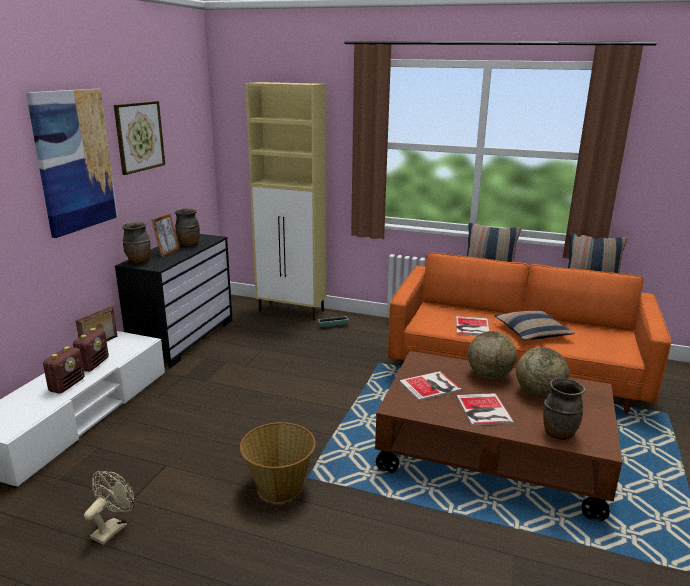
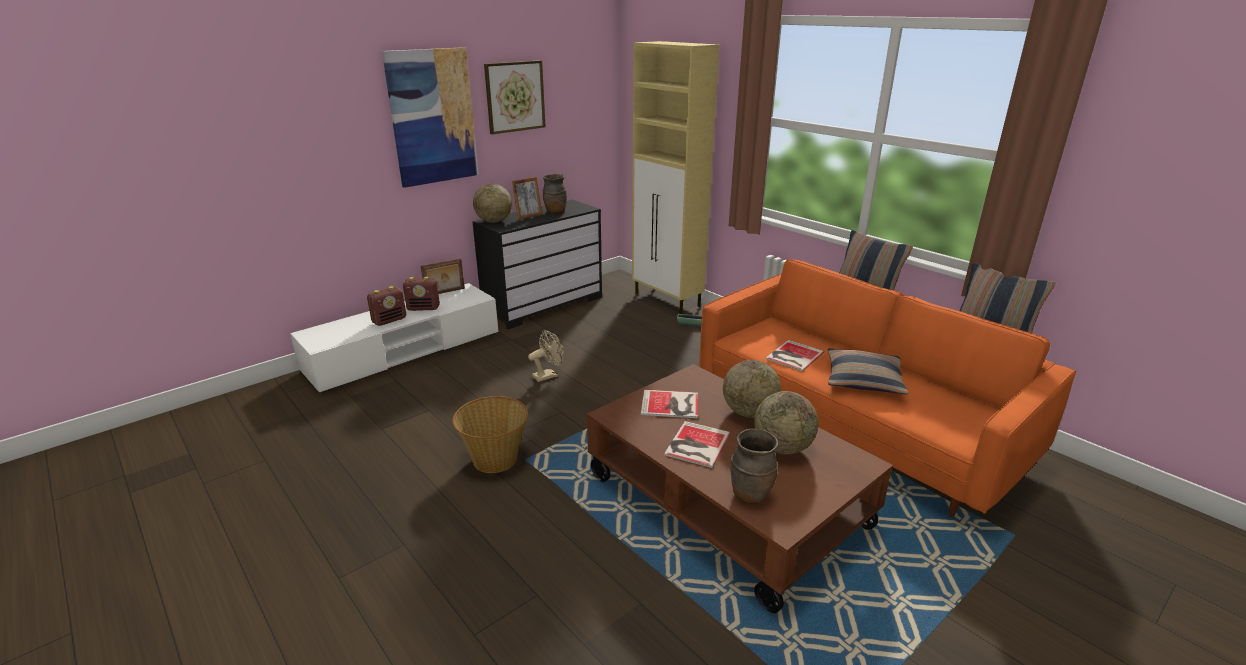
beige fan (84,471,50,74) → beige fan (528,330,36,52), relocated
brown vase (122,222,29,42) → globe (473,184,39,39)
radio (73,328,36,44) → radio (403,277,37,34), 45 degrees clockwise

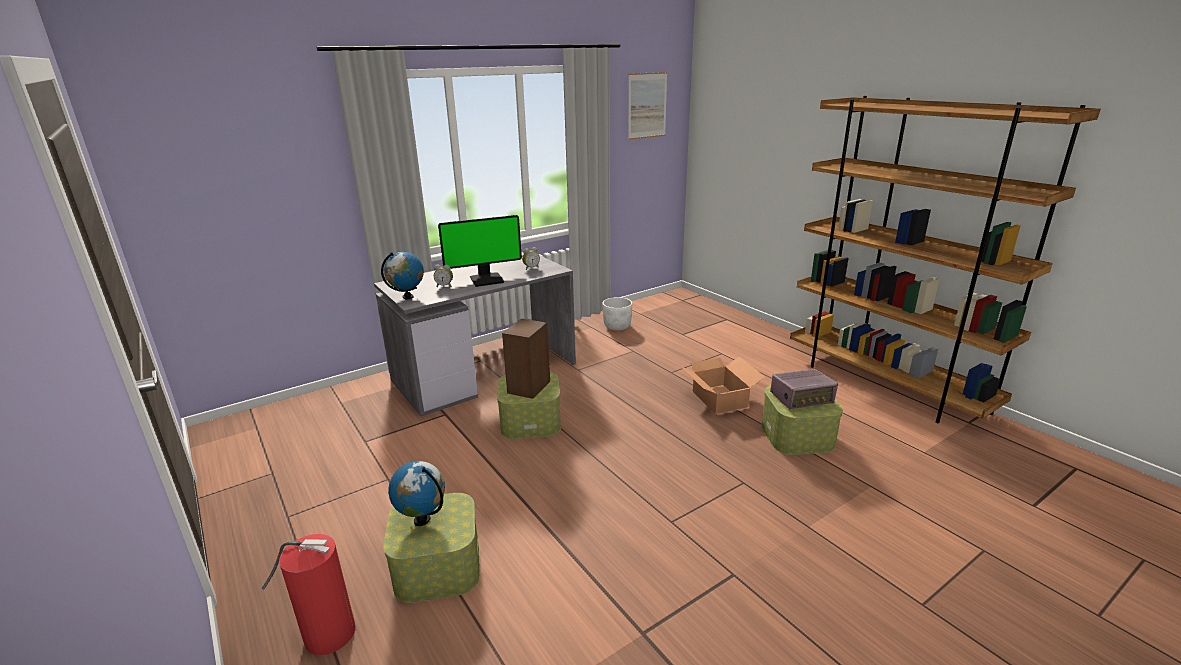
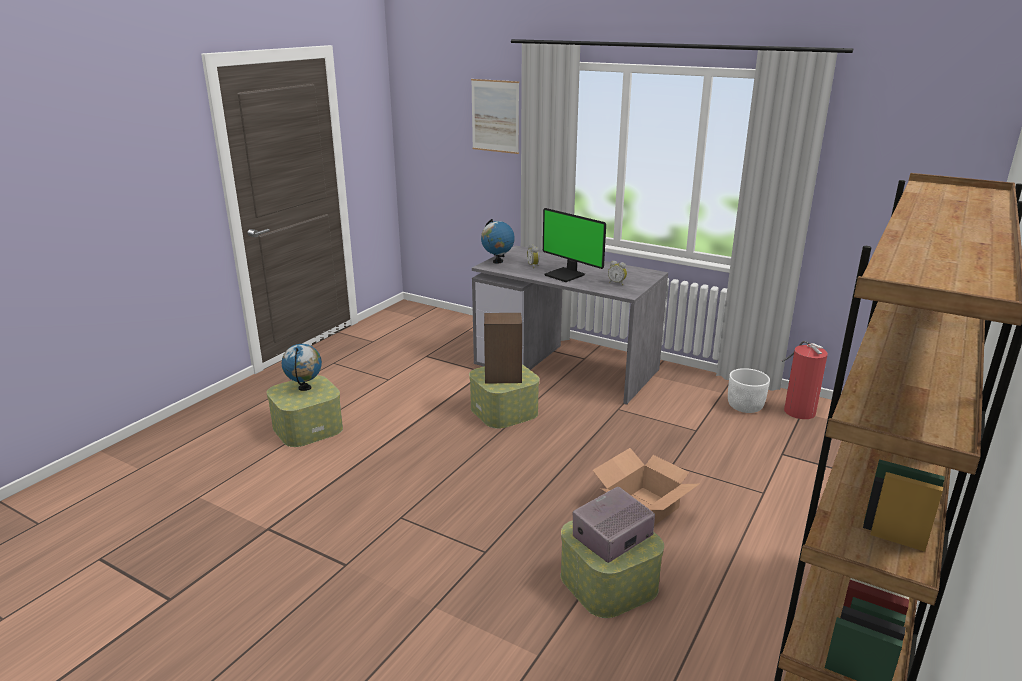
fire extinguisher (262,534,93,121) → fire extinguisher (782,341,46,78), relocated
picture (628,72,40,68) → picture (471,79,48,75), relocated
radio (770,369,68,41) → radio (573,487,82,76), 90 degrees clockwise

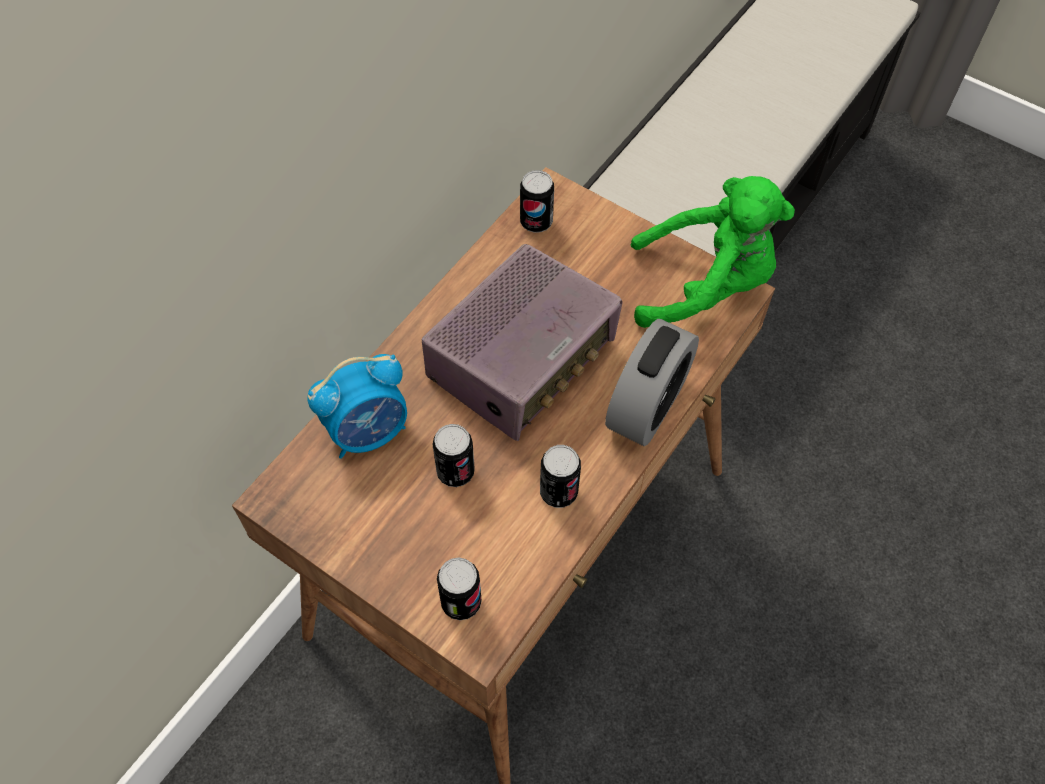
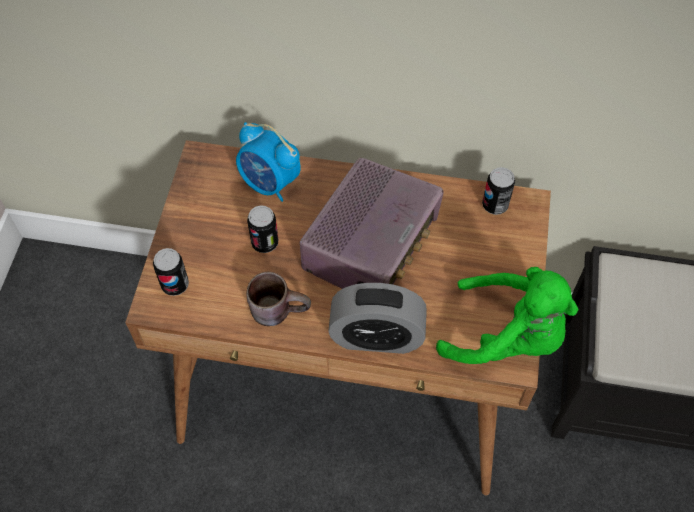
can (540,445,41,63) → brown mug (246,272,65,54)
radio (422,244,200,197) → radio (300,158,144,131), 75 degrees counterclockwise
green plush toy (631,176,164,152) → green plush toy (436,267,143,97), 45 degrees counterclockwise

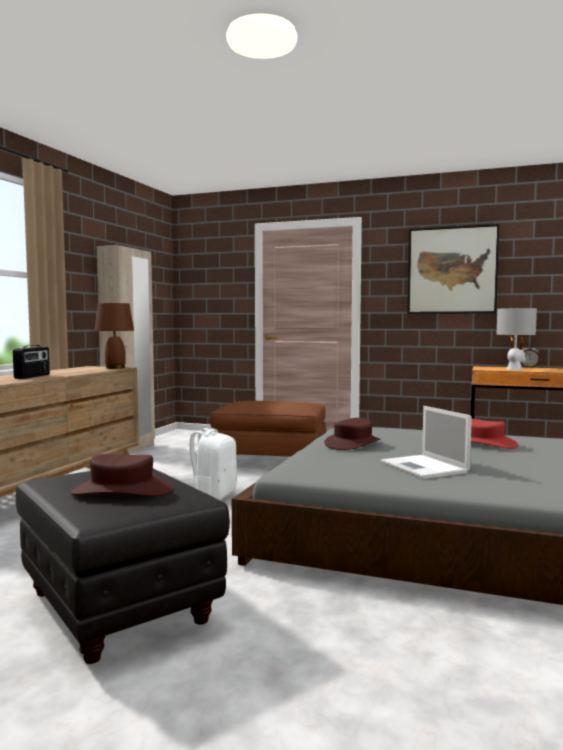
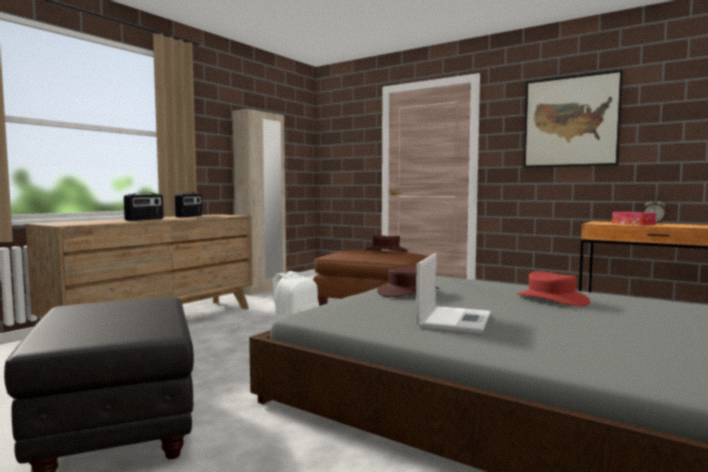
brown table lamp (95,303,39,66) → -
- → radio (175,192,27,25)
brown hat (71,454,101,42) → brown hat (364,235,44,17), relocated
grey table lamp (497,308,40,62) → tissue box (612,212,44,13)
laptop (381,406,91,73) → laptop (416,253,75,81), 150 degrees counterclockwise

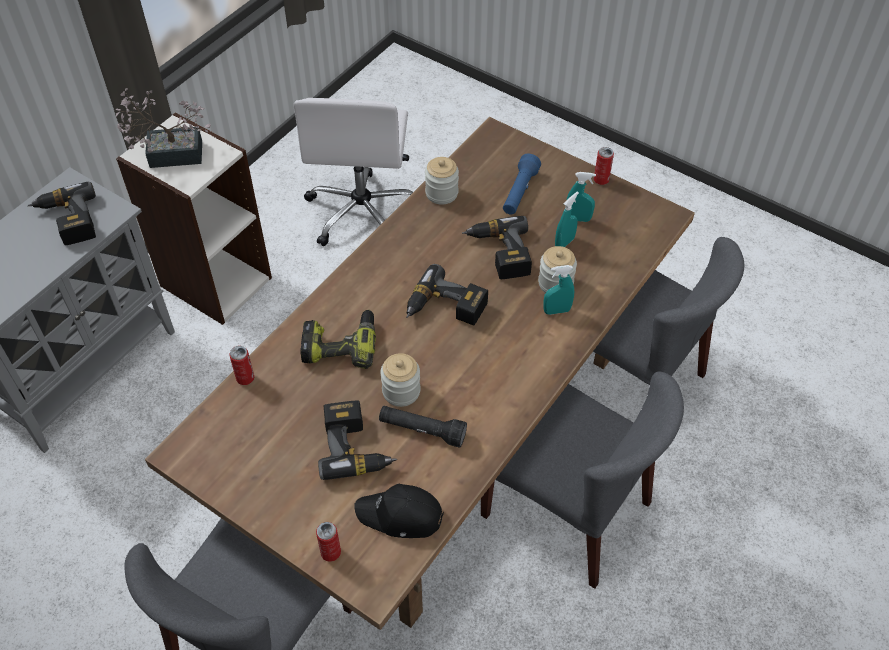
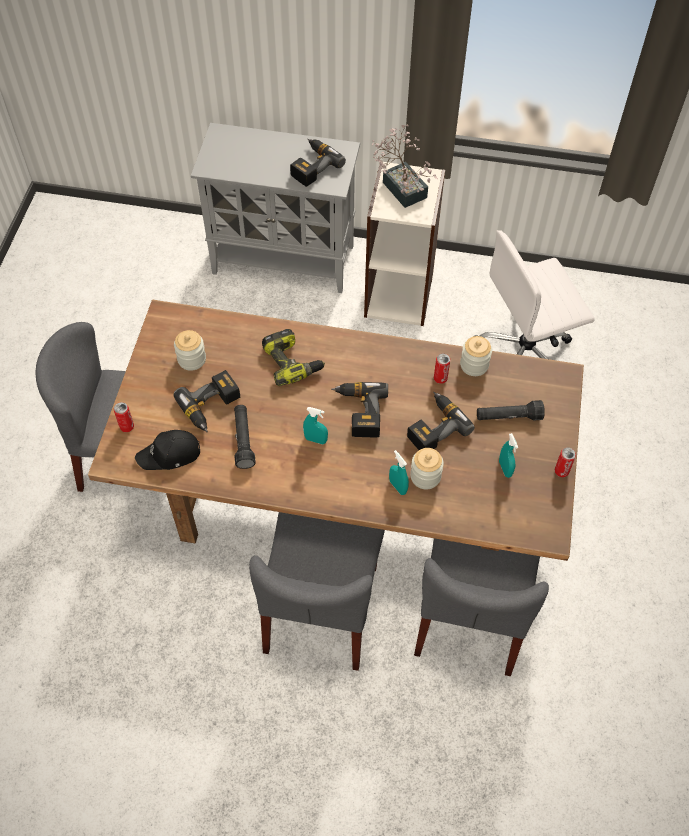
can (229,346,25,39) → can (434,354,16,30), relocated
jar (380,353,41,54) → jar (174,330,32,41), relocated
turquoise spray bottle (555,191,24,56) → turquoise spray bottle (303,407,25,37), relocated
blue flashlight (503,154,38,60) → black flashlight (477,400,68,20)
black cap (354,483,90,55) → black cap (135,430,65,40), 90 degrees counterclockwise

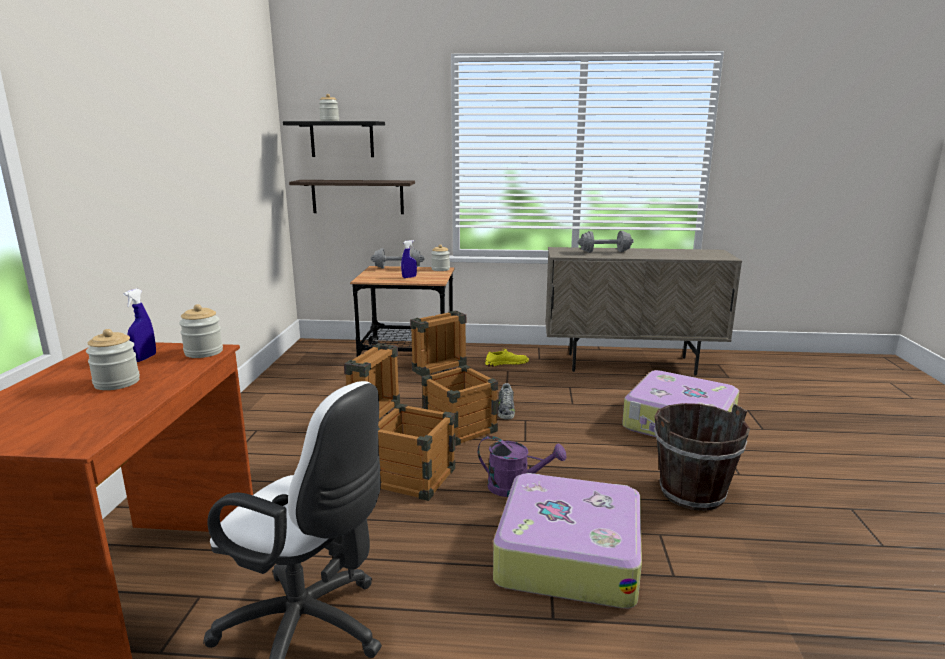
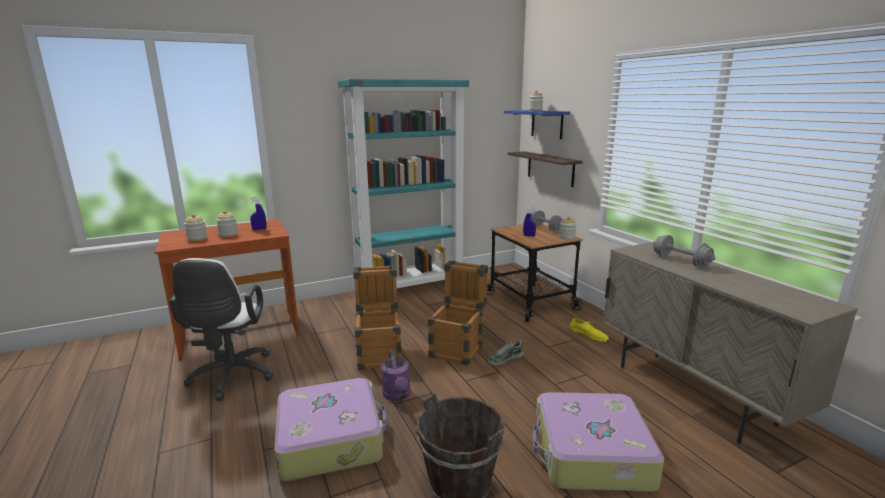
- → turquoise bookcase (338,79,131,209)
jar (179,304,44,54) → jar (184,214,23,27), relocated
black shelf (283,121,102,36) → blue shelf (504,110,66,29)

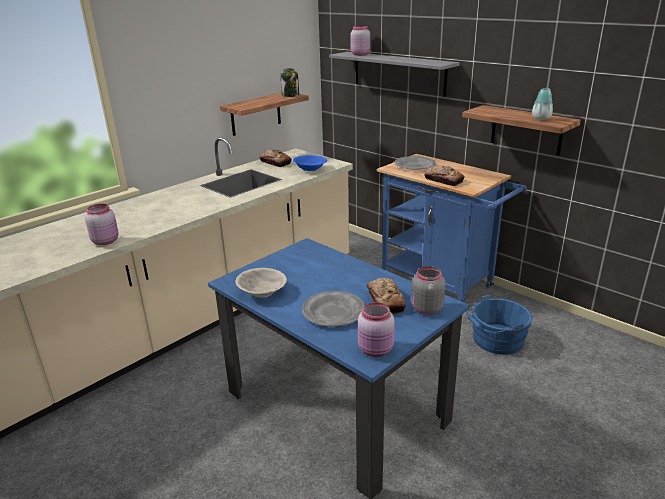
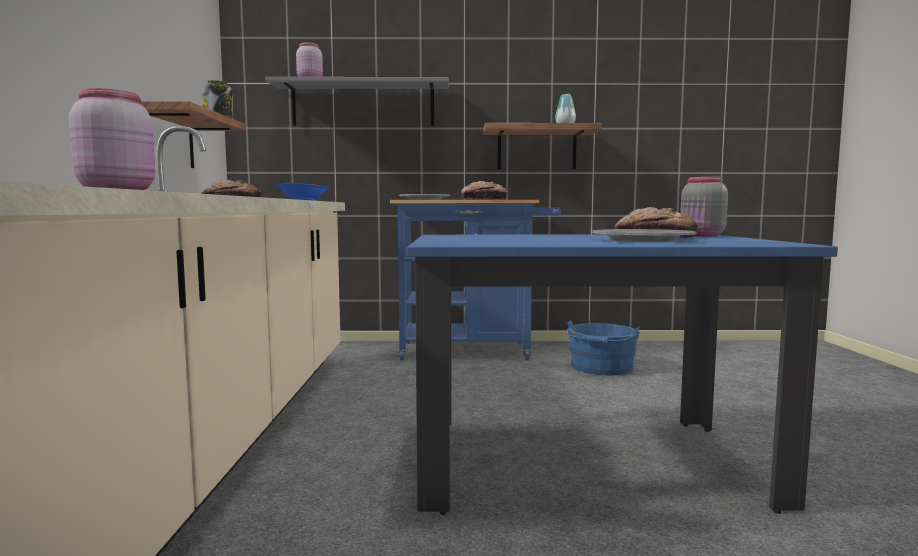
beige bowl (236,268,51,30) → -
pink jar (358,302,37,55) → -

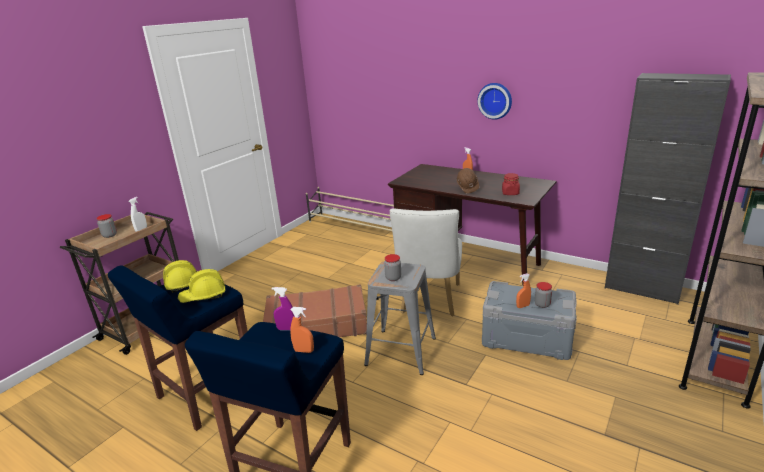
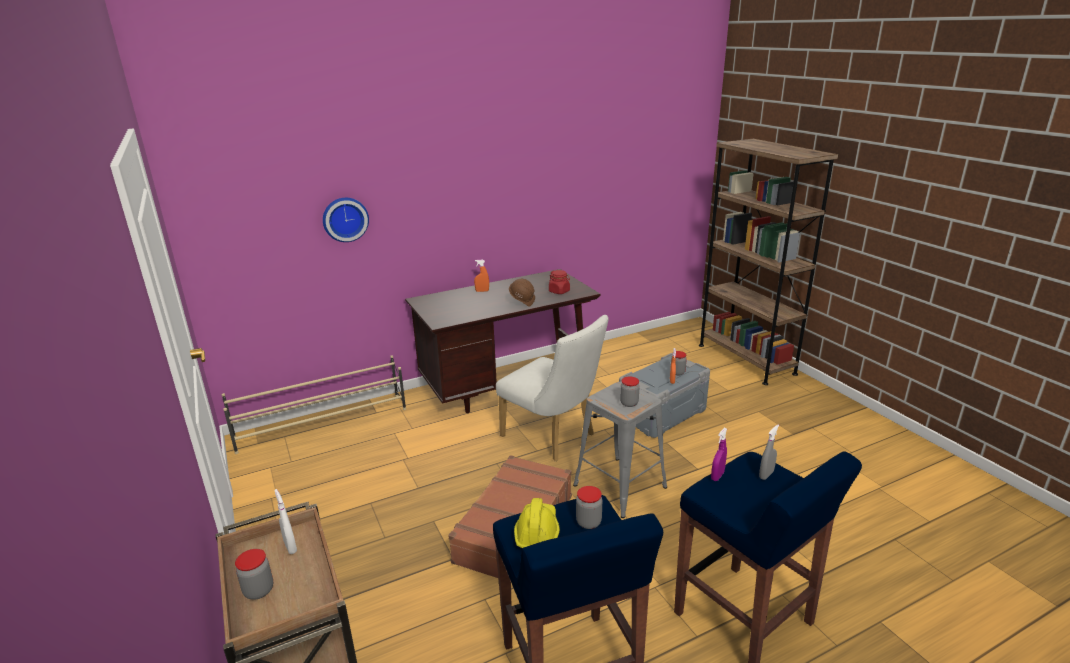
black cabinet (605,73,126,232) → -
wall clock (477,83,35,37) → wall clock (323,198,46,44), relocated
yellow hard hat (178,269,48,34) → jar (576,486,26,43)
orange spray bottle (290,307,24,46) → grey spray bottle (759,425,20,55)

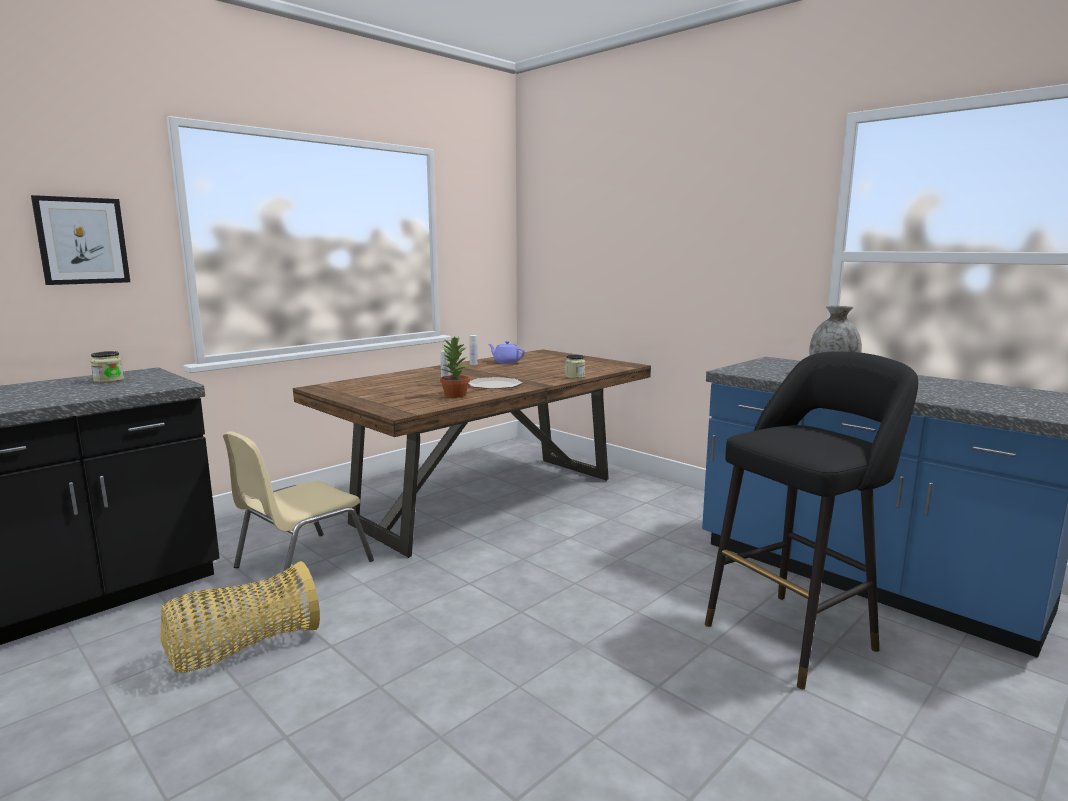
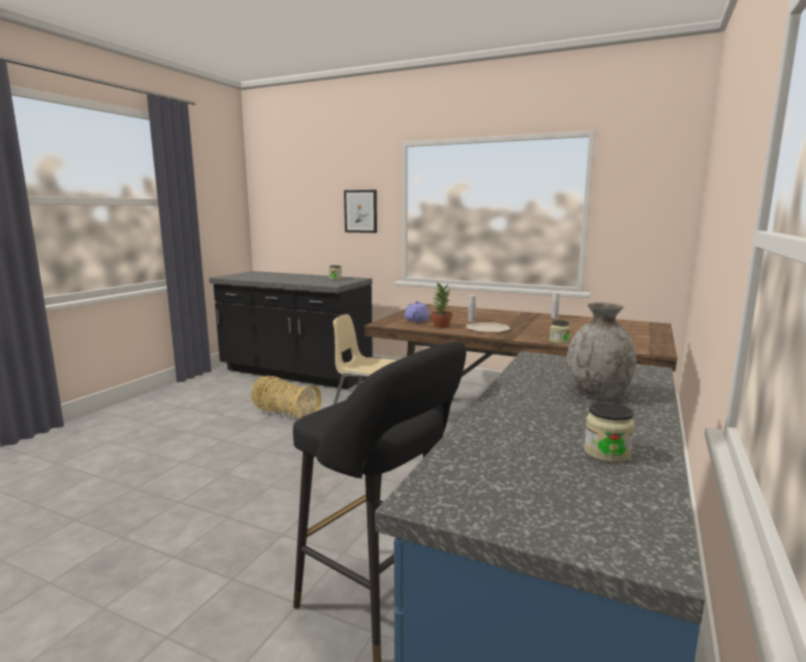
- → jar (584,402,51,61)
purple teapot (488,341,37,23) → purple teapot (405,301,24,21), relocated

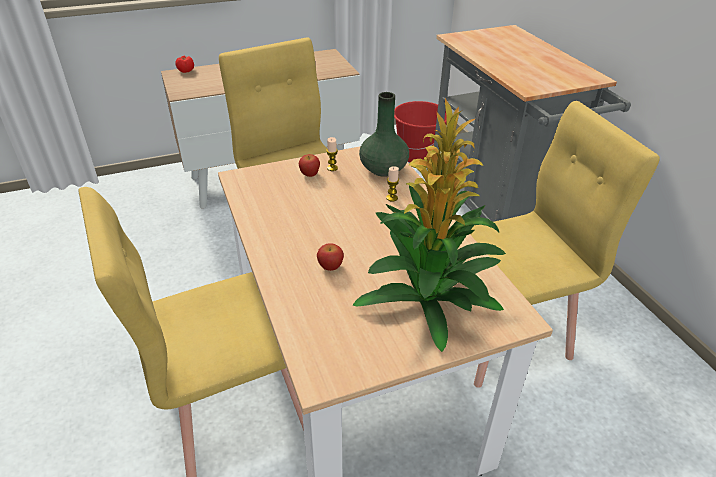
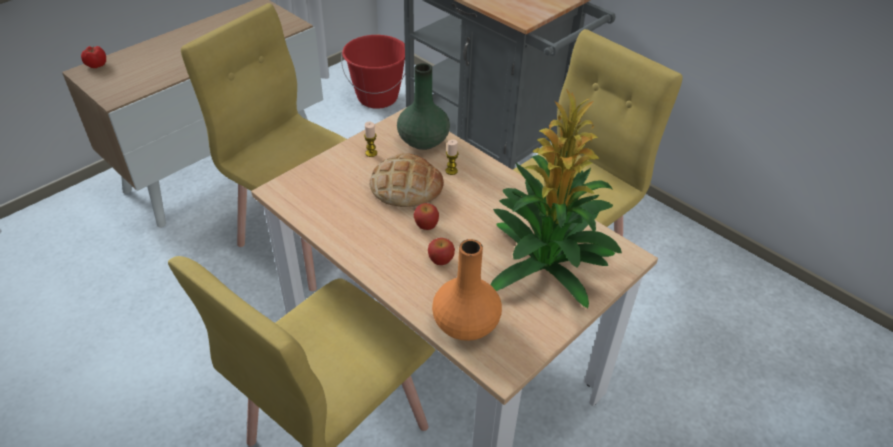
- → bread (369,153,75,54)
- → orange vase (432,239,70,102)
apple (299,154,21,23) → apple (414,203,25,27), relocated

